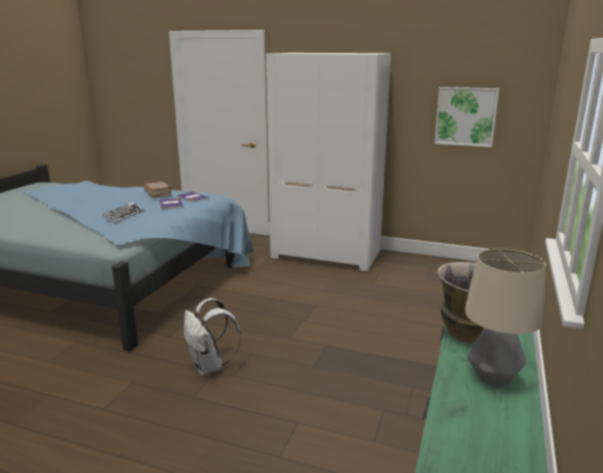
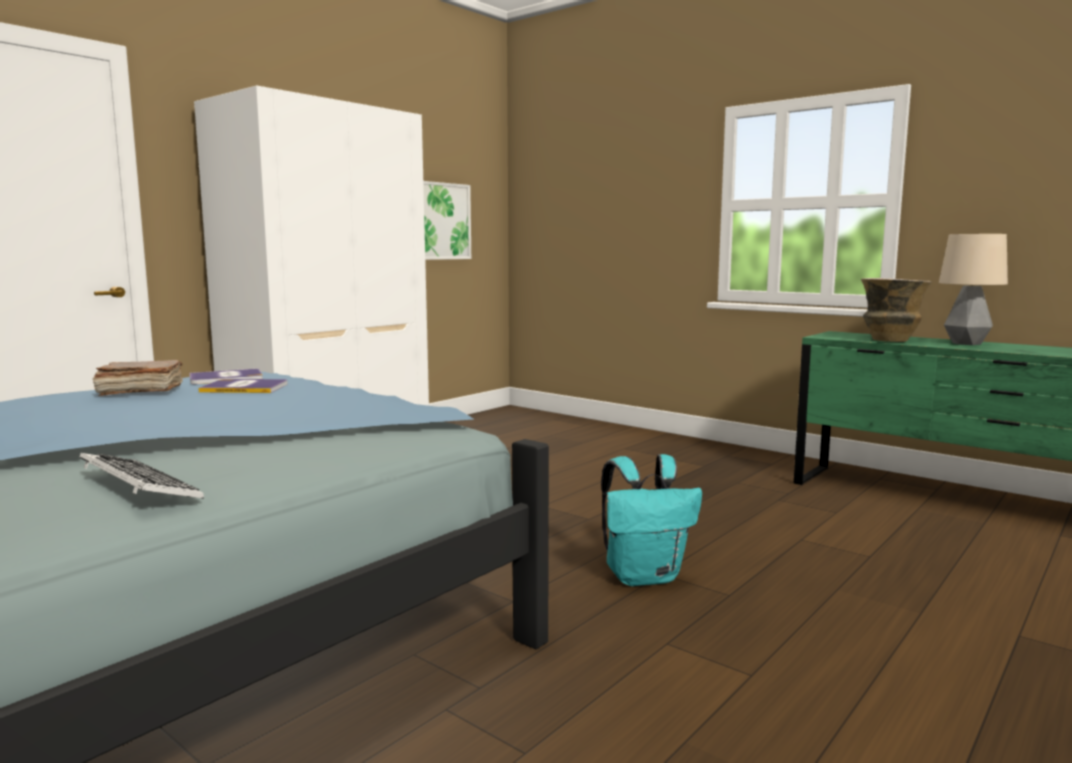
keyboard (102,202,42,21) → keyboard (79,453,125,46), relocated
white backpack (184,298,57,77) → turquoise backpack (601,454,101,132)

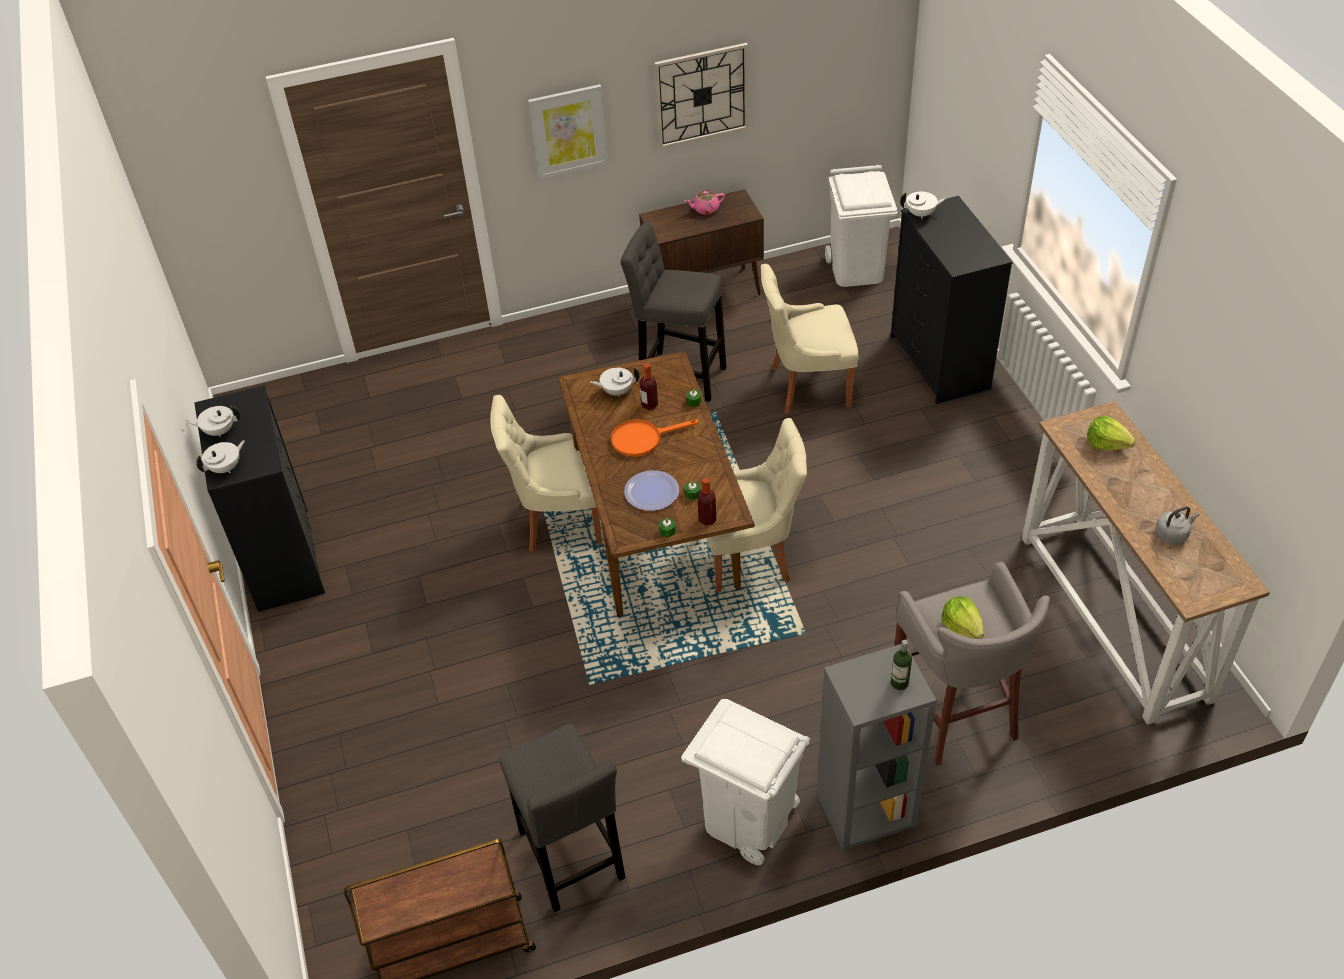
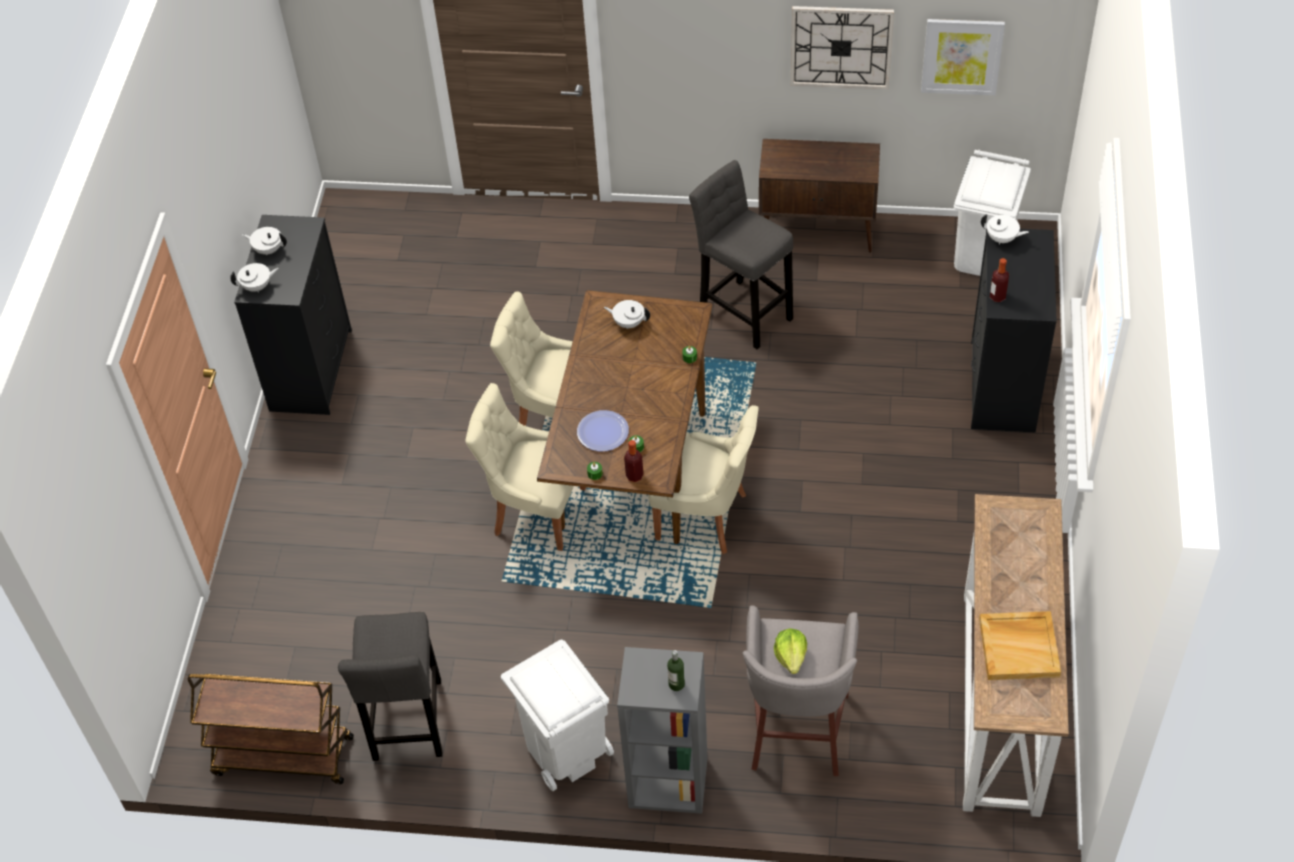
orange frying pan (611,419,88,38) → -
pink teapot (685,190,40,25) → -
lettuce (1087,415,49,36) → -
picture (528,84,80,96) → picture (921,19,84,76), relocated
bottle (639,363,19,47) → bottle (990,258,19,44), relocated
beige chair (761,264,97,150) → beige chair (465,383,121,168), relocated
grey kettle (1155,506,44,38) → beige tray (979,611,82,69)

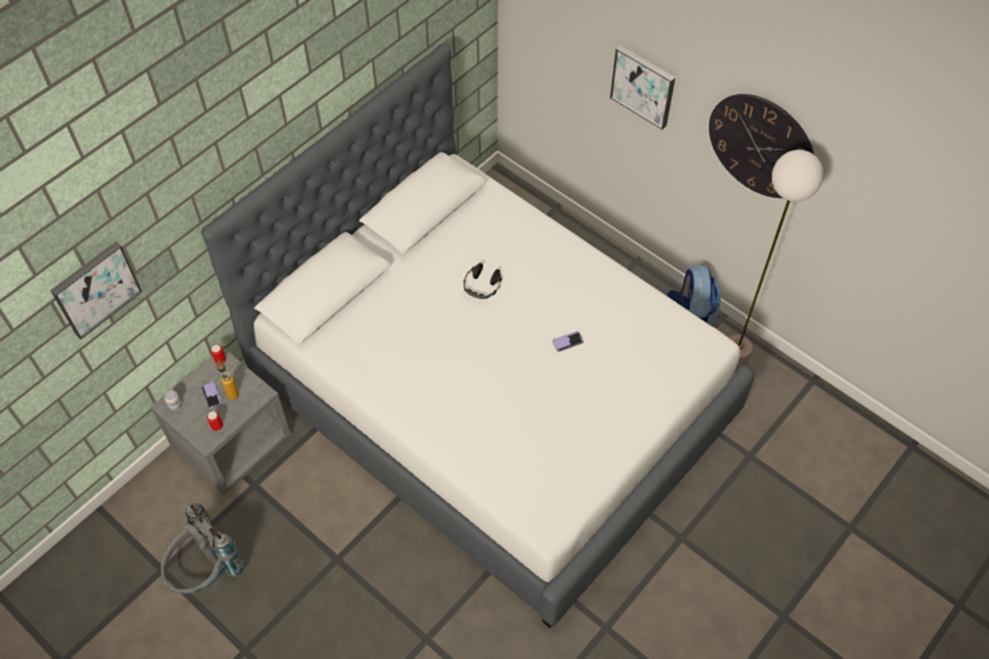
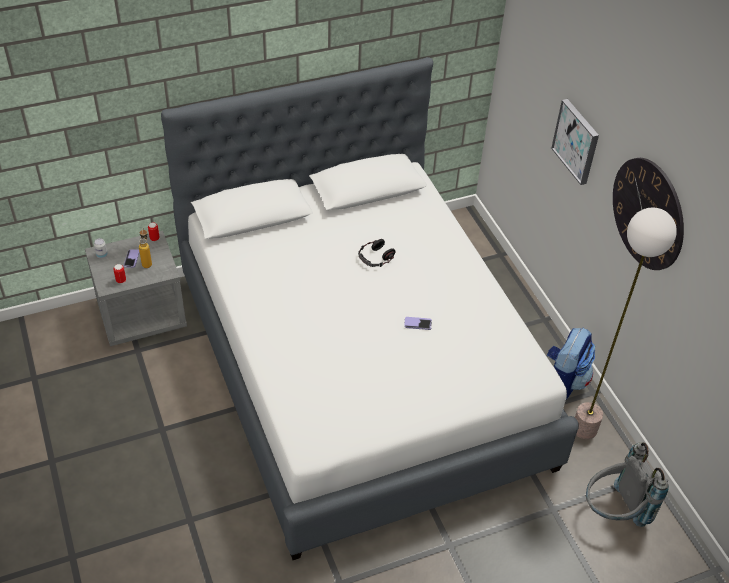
picture (50,242,92,97) → -
grey backpack (161,503,83,91) → grey backpack (586,442,83,85), relocated

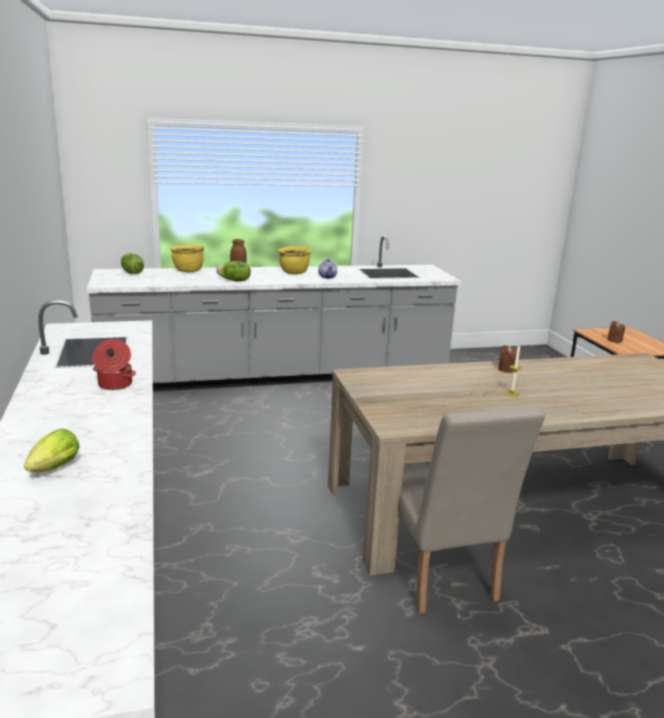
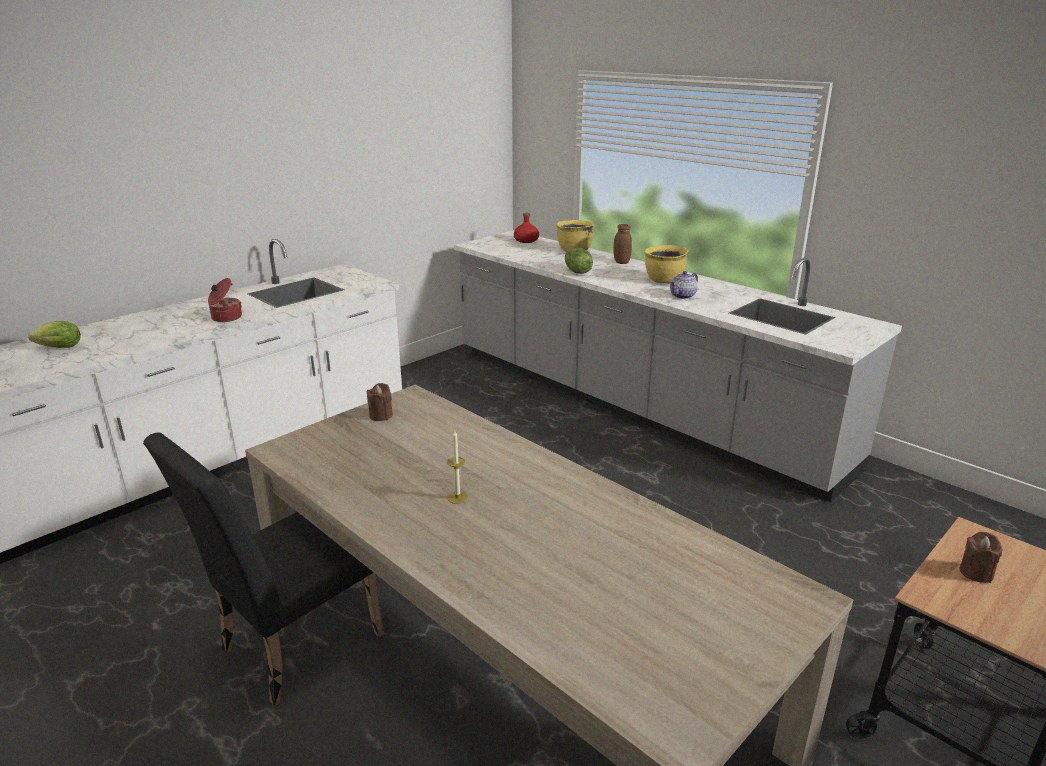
brown candle (498,345,19,28) → brown candle (366,383,27,38), relocated
lettuce (121,253,23,21) → red bottle (514,213,25,30)
beige chair (398,406,147,208) → black chair (143,433,241,273)

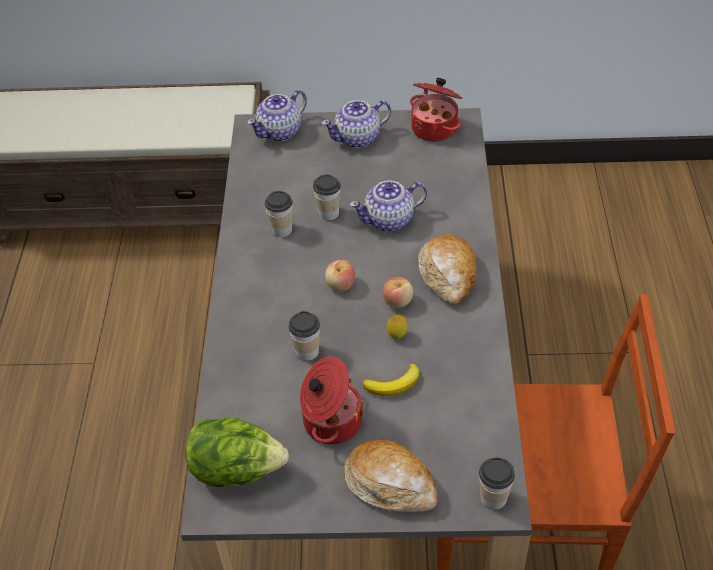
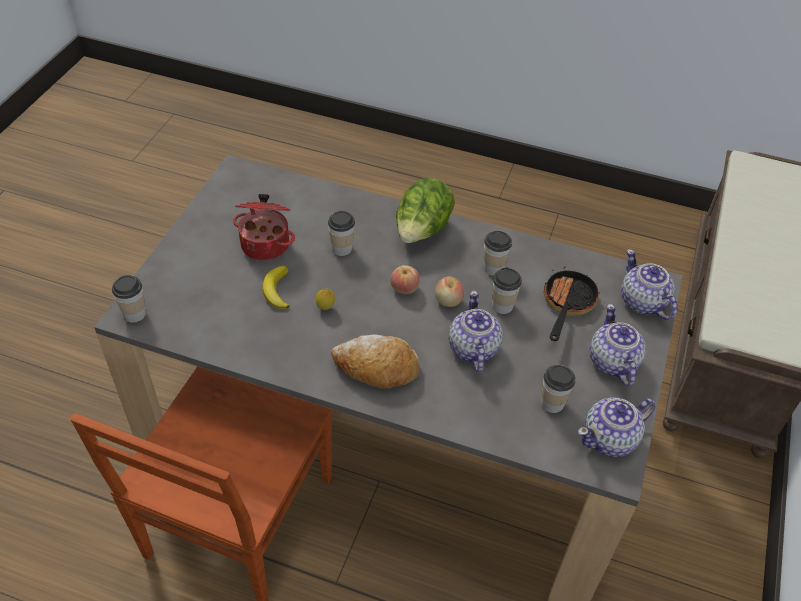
bread (343,439,95,73) → -
- → cup (541,365,35,48)
- → frying pan (544,266,56,75)
lettuce (185,418,104,69) → lettuce (396,178,59,65), relocated
apple (382,277,31,31) → apple (435,276,29,31), relocated
cooking pot (410,78,53,64) → teapot (578,397,77,60)

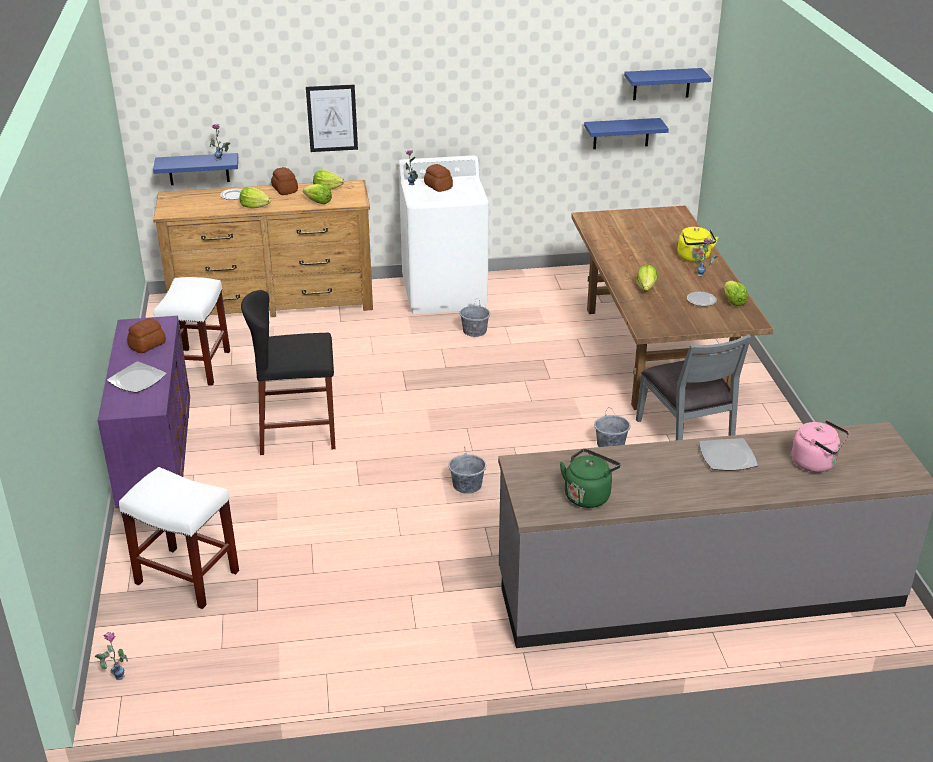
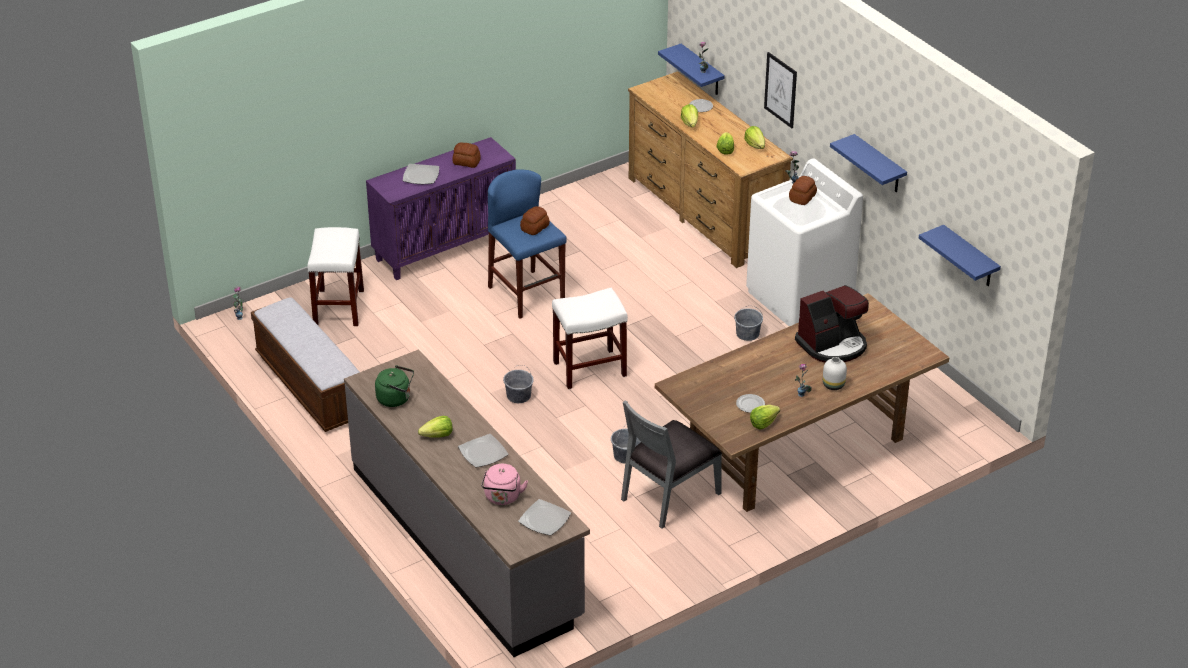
- → bench (251,297,108,135)
- → plate (518,499,53,36)
- → coffee machine (795,285,74,78)
white stool (154,277,76,109) → white stool (552,288,76,102), relocated
bread (271,167,27,28) → bread (520,206,30,29), relocated
blue shelf (624,68,87,32) → blue shelf (830,134,77,58), relocated
lettuce (637,265,20,26) → lettuce (418,416,35,22), relocated
yellow kettle (678,227,40,35) → white vase (823,357,24,33)
black stool (241,290,95,165) → blue stool (488,170,79,149)

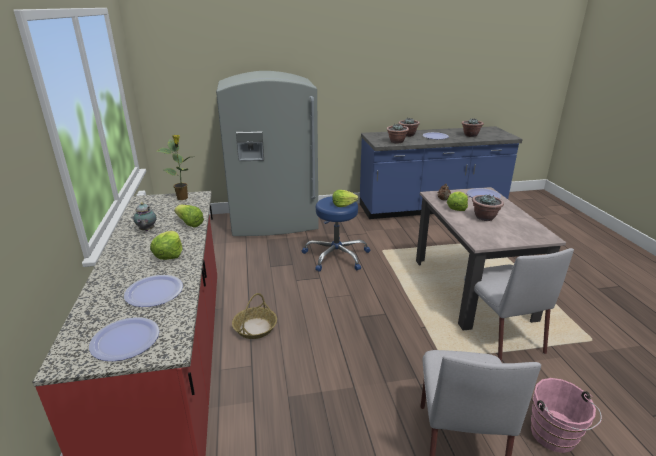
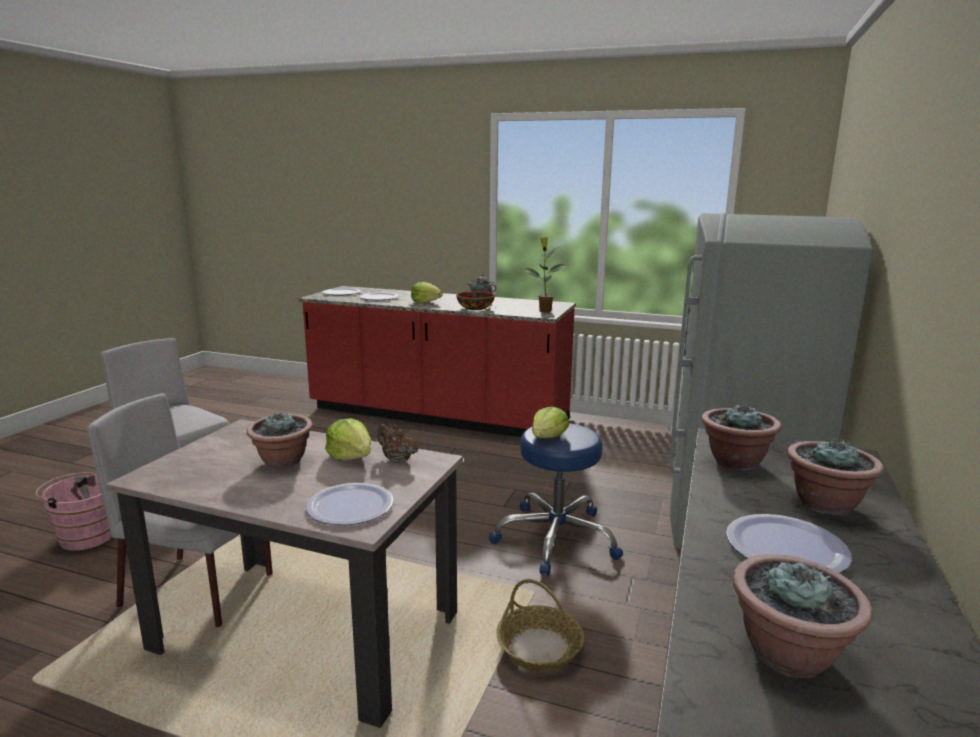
basket (232,293,45,46) → basket (496,579,88,93), relocated
lettuce (174,204,30,23) → bowl (456,291,39,19)

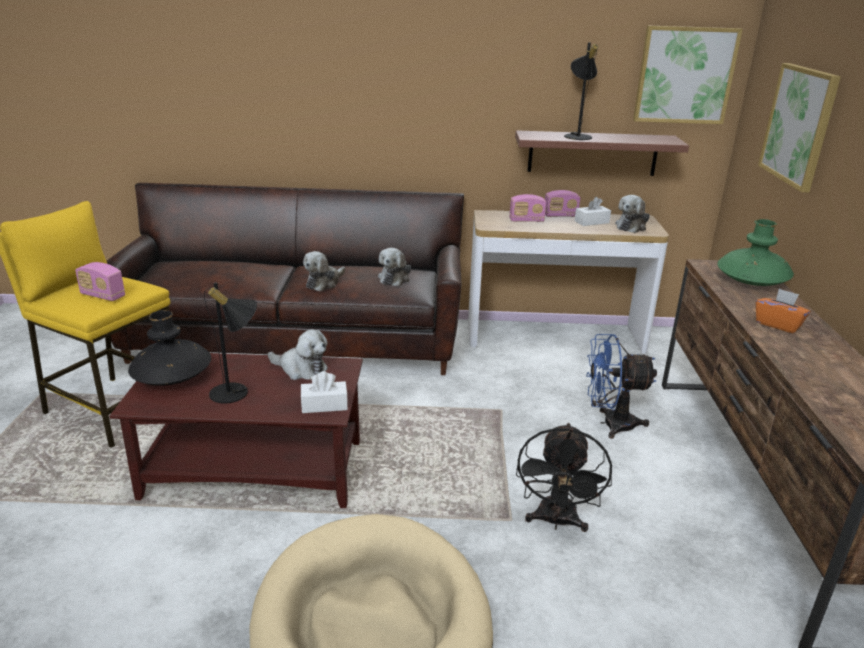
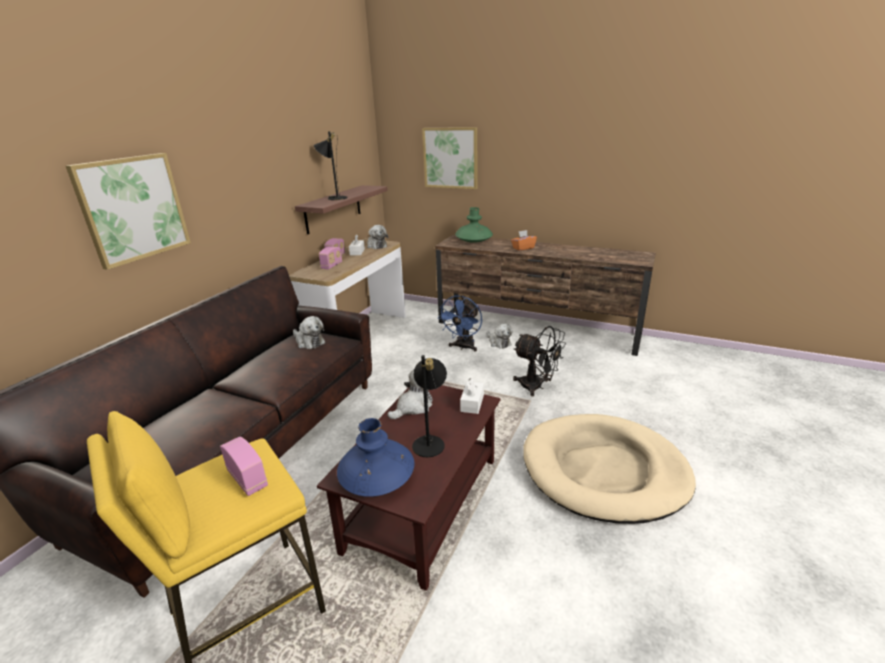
plush toy (303,251,42,41) → plush toy (486,324,27,25), relocated
picture (633,26,110,98) → picture (66,153,125,117), relocated
black vase (128,310,83,76) → blue vase (337,418,77,79)
radio (75,262,50,39) → radio (220,437,48,59), 90 degrees counterclockwise

